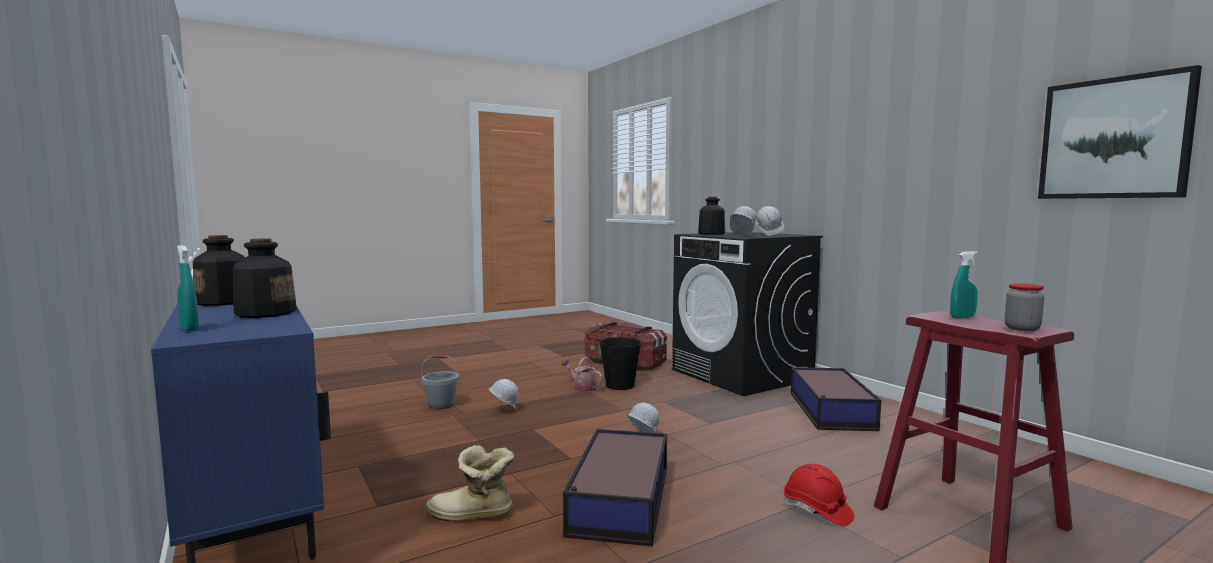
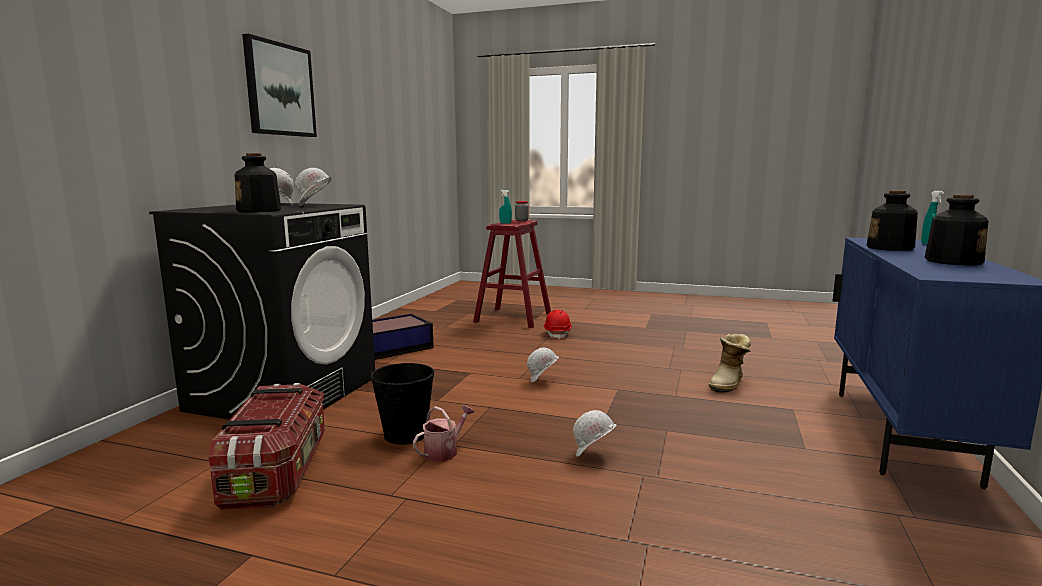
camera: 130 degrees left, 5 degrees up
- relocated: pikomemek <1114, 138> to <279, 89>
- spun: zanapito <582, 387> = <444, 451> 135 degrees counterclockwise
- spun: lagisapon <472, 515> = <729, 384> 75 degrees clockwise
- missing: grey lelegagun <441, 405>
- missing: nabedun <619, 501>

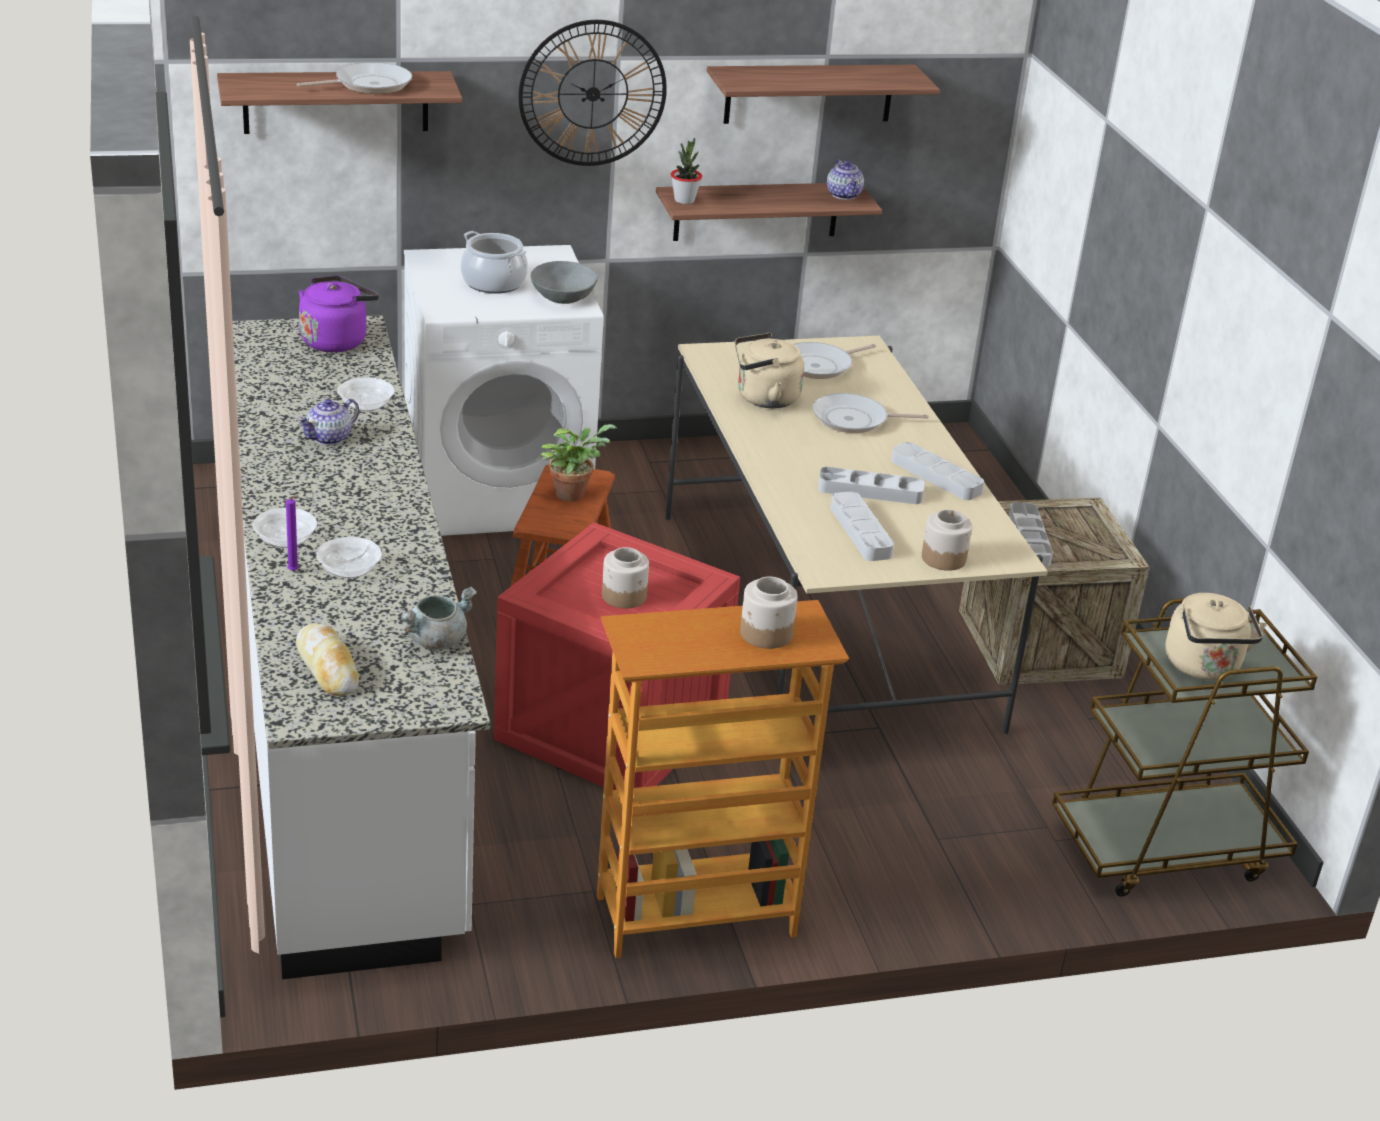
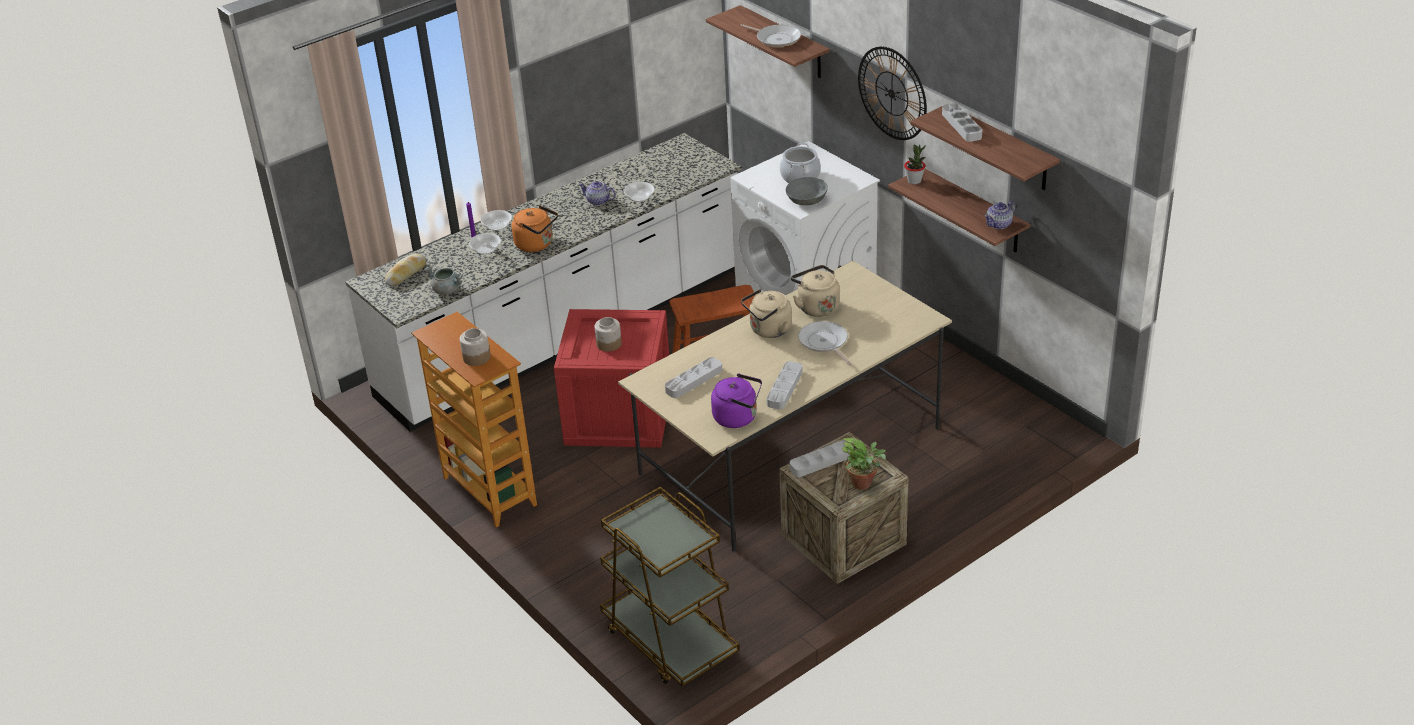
camera: 70 degrees right, 5 degrees up
- appeared: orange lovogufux <536, 244>
- relocated: purple lovogufux <336, 340> to <738, 417>
- relocated: beige lovogufux <1204, 667> to <768, 330>
- relocated: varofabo <573, 493> to <864, 483>
- relocated: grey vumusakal <870, 491> to <961, 125>
- missing: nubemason <820, 365>
- missing: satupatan <943, 558>

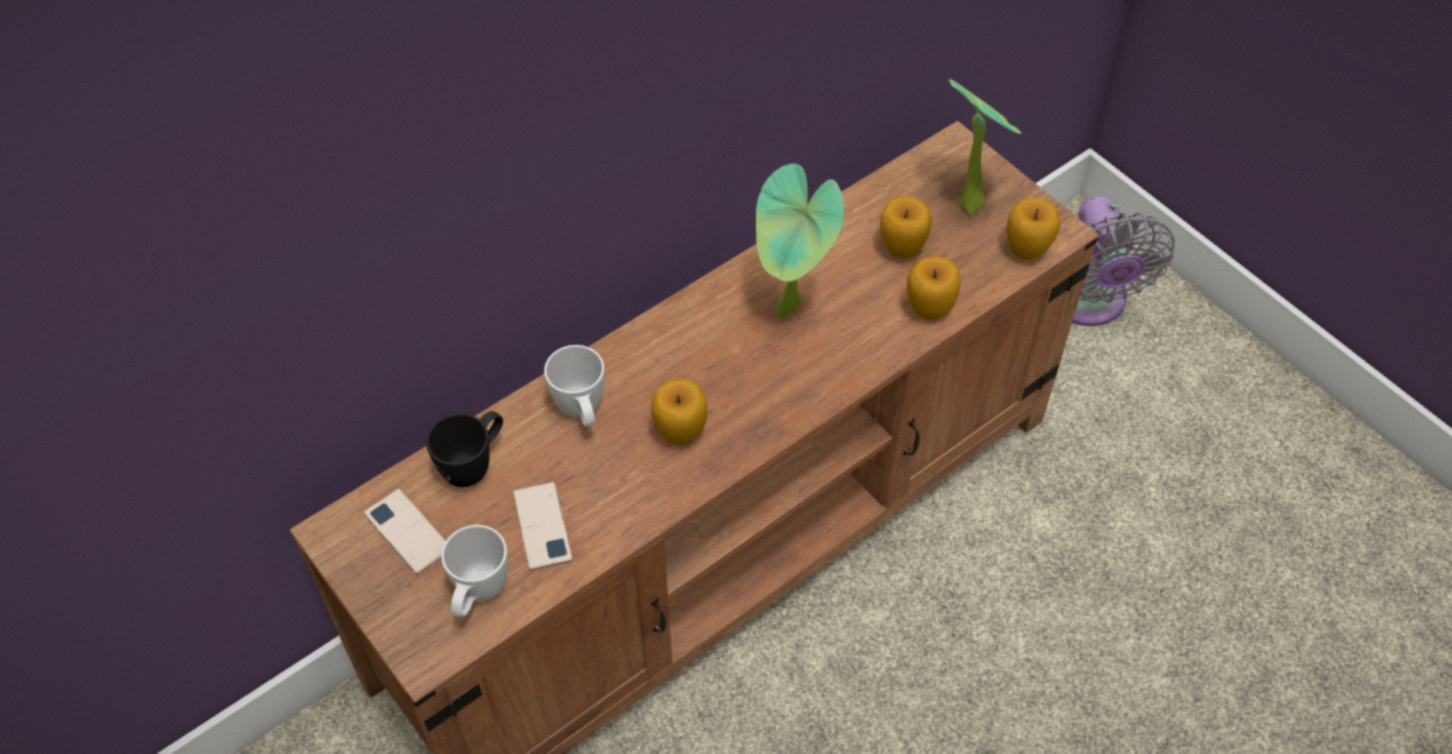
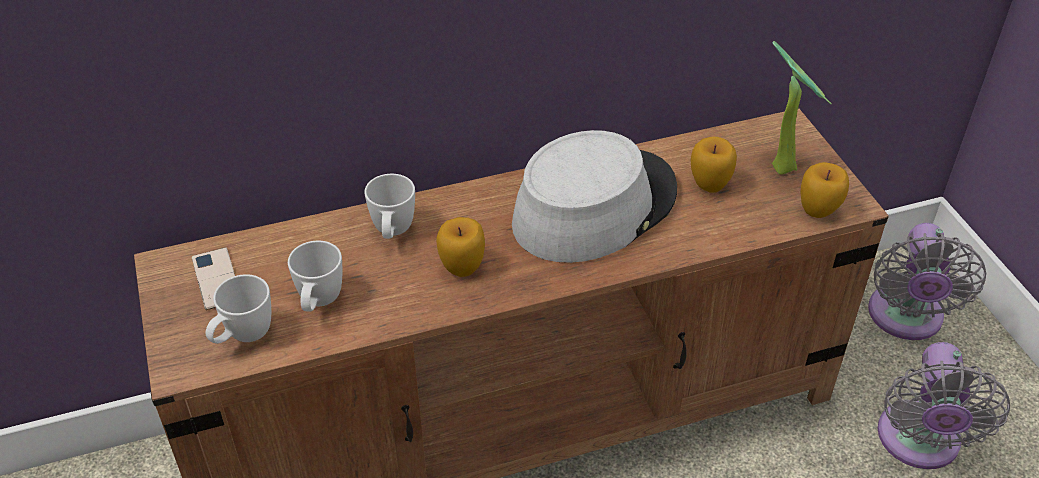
camera: 20 degrees right, 10 degrees down
- exchanged: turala <542, 526> to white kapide <319, 303>
- exchanged: varofabo <790, 312> to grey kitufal <594, 206>
- appeared: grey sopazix <918, 443>
- missing: black kapide <474, 464>
- missing: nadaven <929, 308>

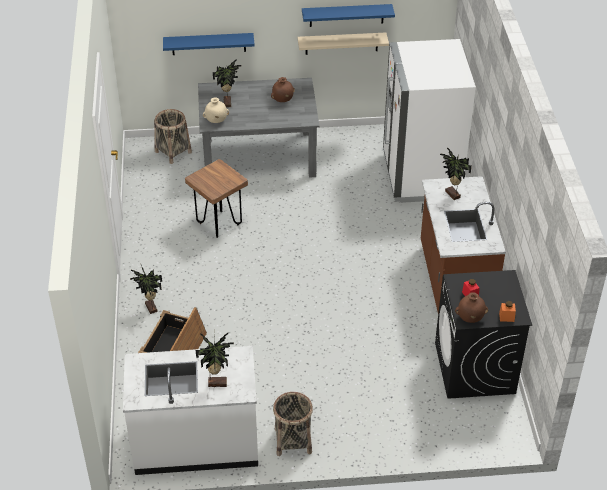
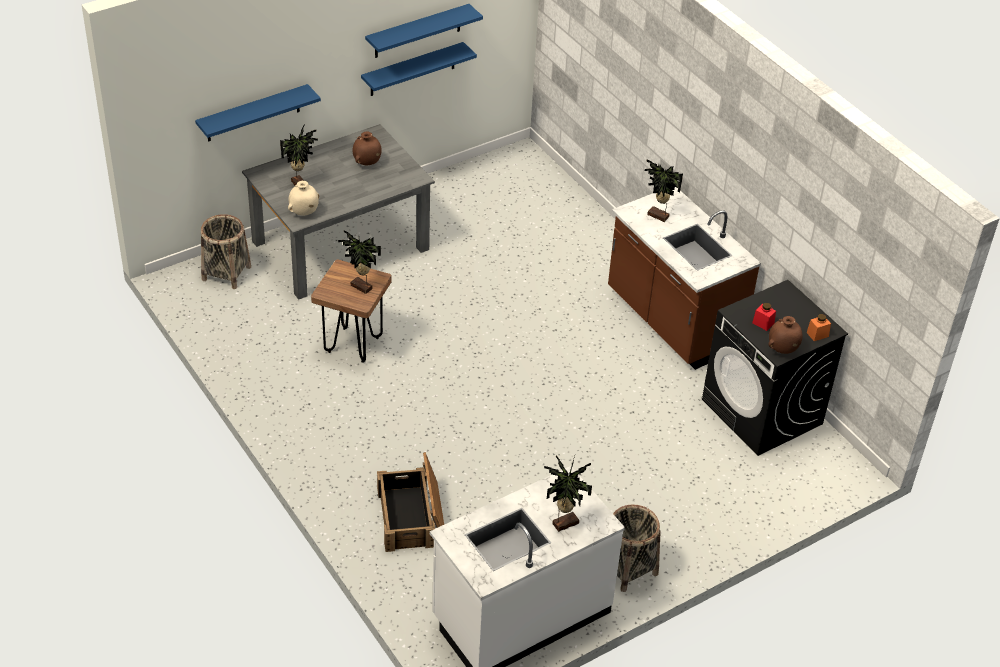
camera: 30 degrees left, 0 degrees up
- relocated: varofabo <150, 308> to <361, 288>
- colour: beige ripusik <341, 43> to blue ripusik <412, 69>
- missing: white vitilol <421, 176>

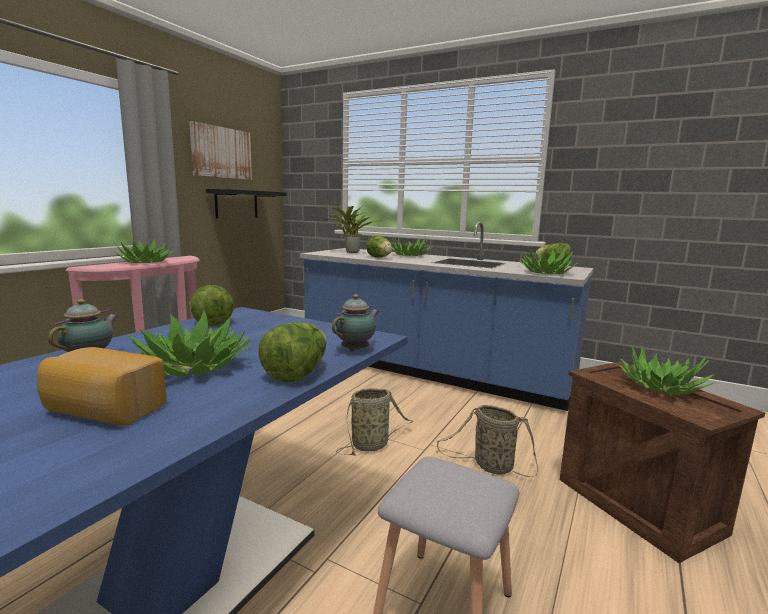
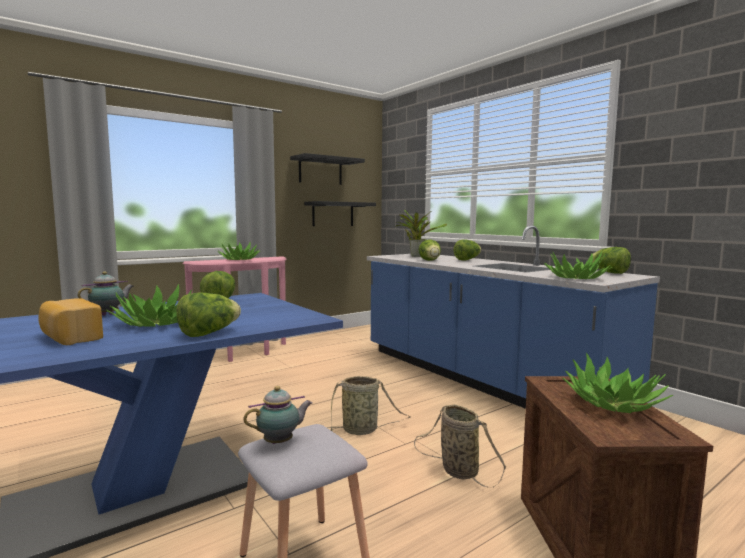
camera: 25 degrees right, 5 degrees down
- relocated: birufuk <356, 350> to <280, 442>
- exchanged: pikomemek <221, 152> to black ripusik <320, 171>
- exchanged: varofabo <409, 255> to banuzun <467, 260>

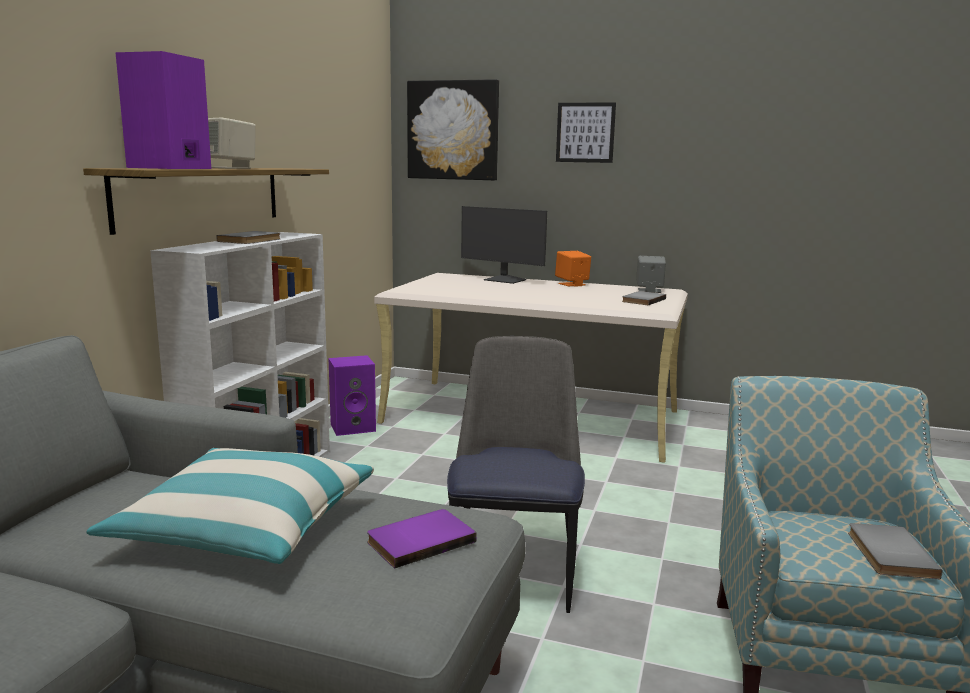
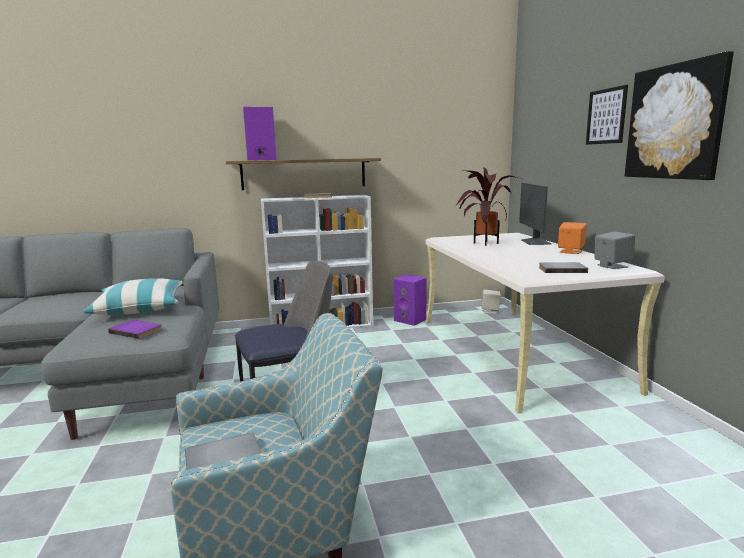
camera: 60 degrees right, 0 degrees up
- appeared: varofabo <483, 243>
- relocated: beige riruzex <231, 168> to <490, 311>
- relocated: pikomemek <453, 130> to <675, 122>

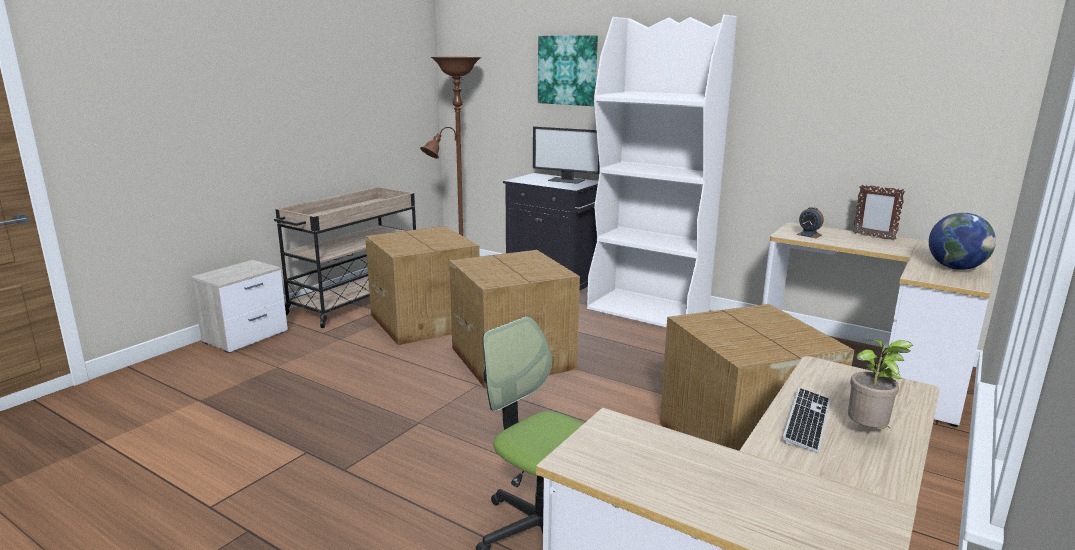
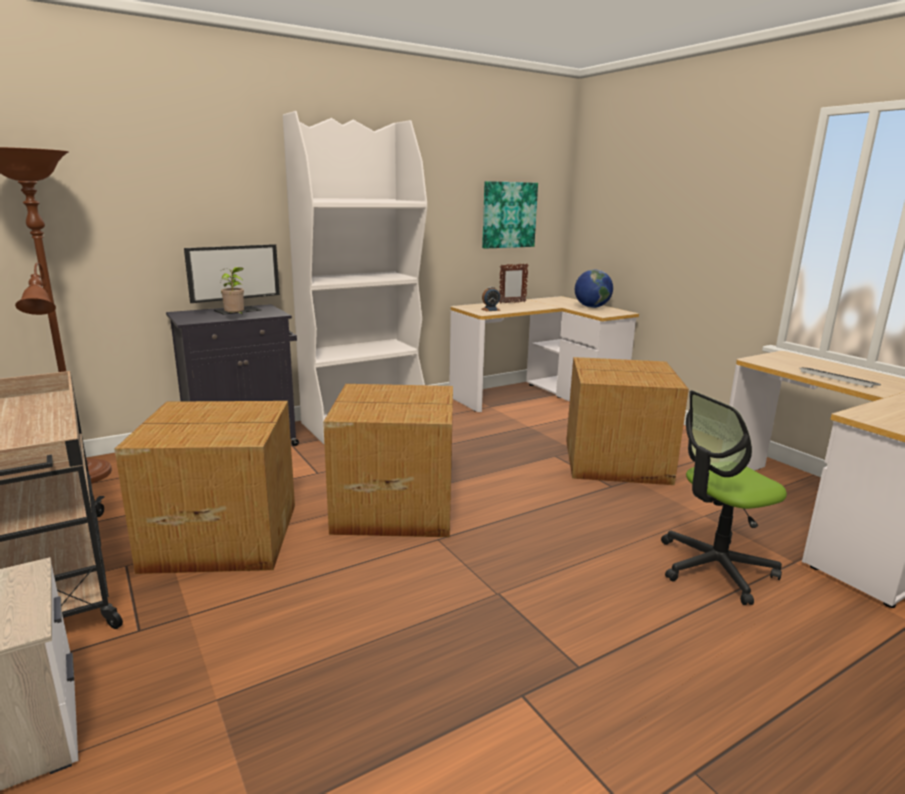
camera: 65 degrees left, 0 degrees up
- relocated: varofabo <868, 432> to <236, 318>
- relocated: pikomemek <568, 70> to <508, 215>

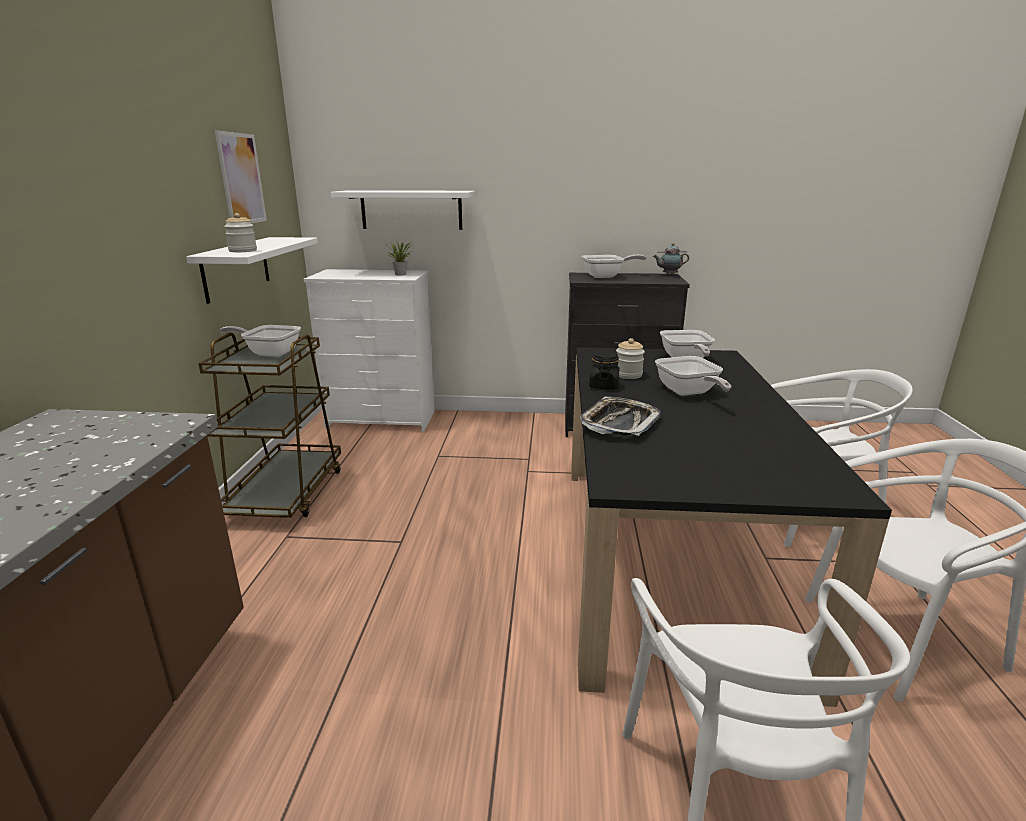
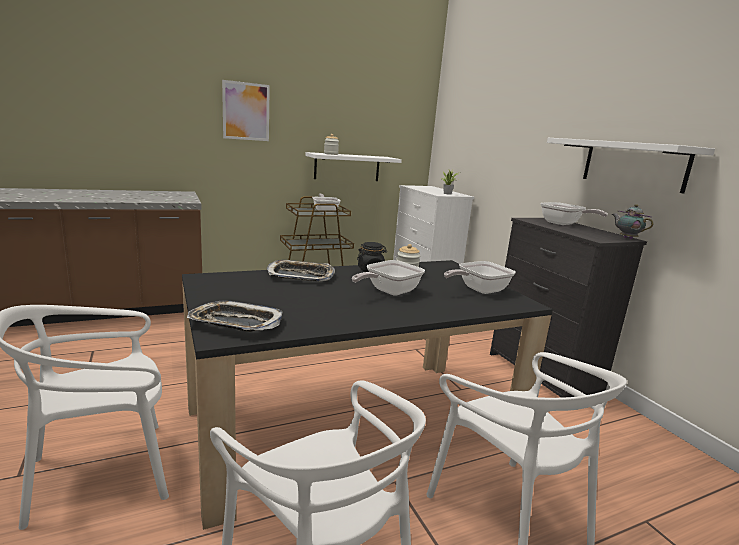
camera: 60 degrees right, 5 degrees down
- appeared: vumusakal <236, 323>
- relocated: pikomemek <241, 179> to <246, 111>
- relocated: white ripusik <411, 210> to <633, 164>

